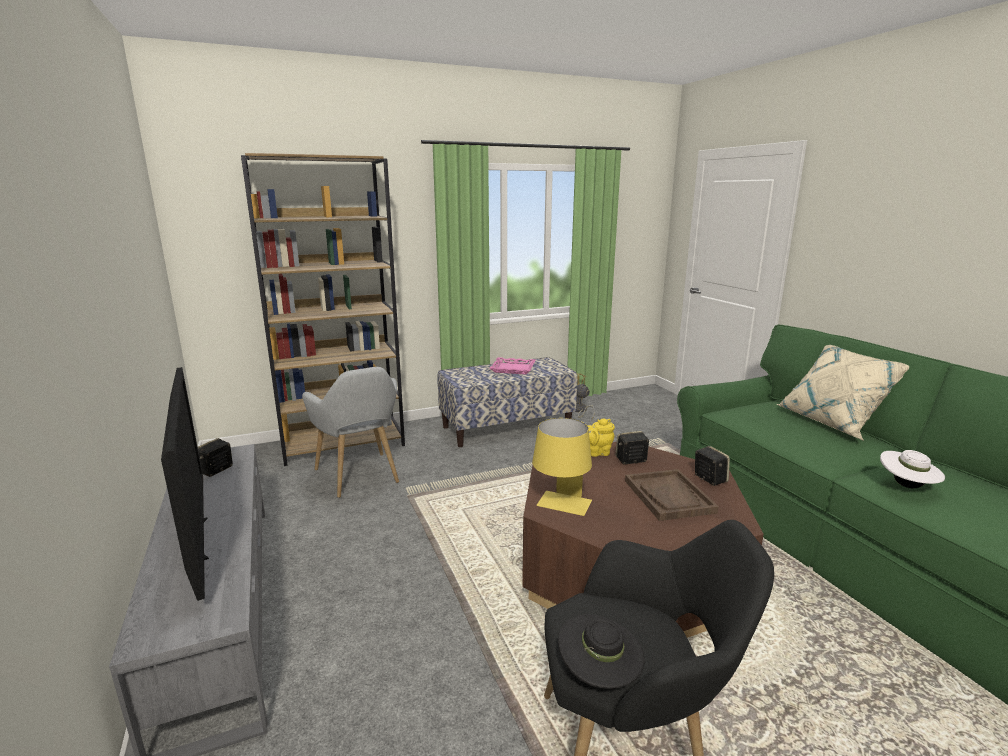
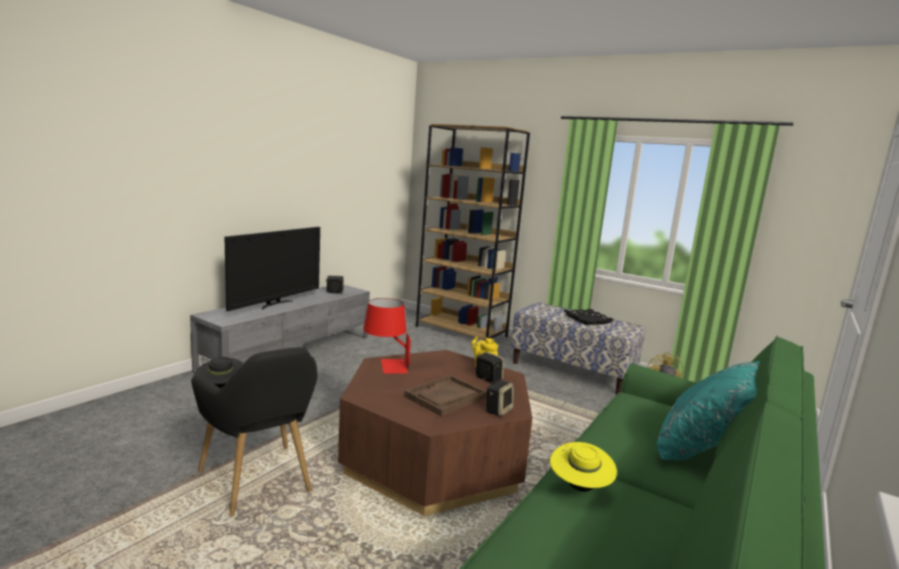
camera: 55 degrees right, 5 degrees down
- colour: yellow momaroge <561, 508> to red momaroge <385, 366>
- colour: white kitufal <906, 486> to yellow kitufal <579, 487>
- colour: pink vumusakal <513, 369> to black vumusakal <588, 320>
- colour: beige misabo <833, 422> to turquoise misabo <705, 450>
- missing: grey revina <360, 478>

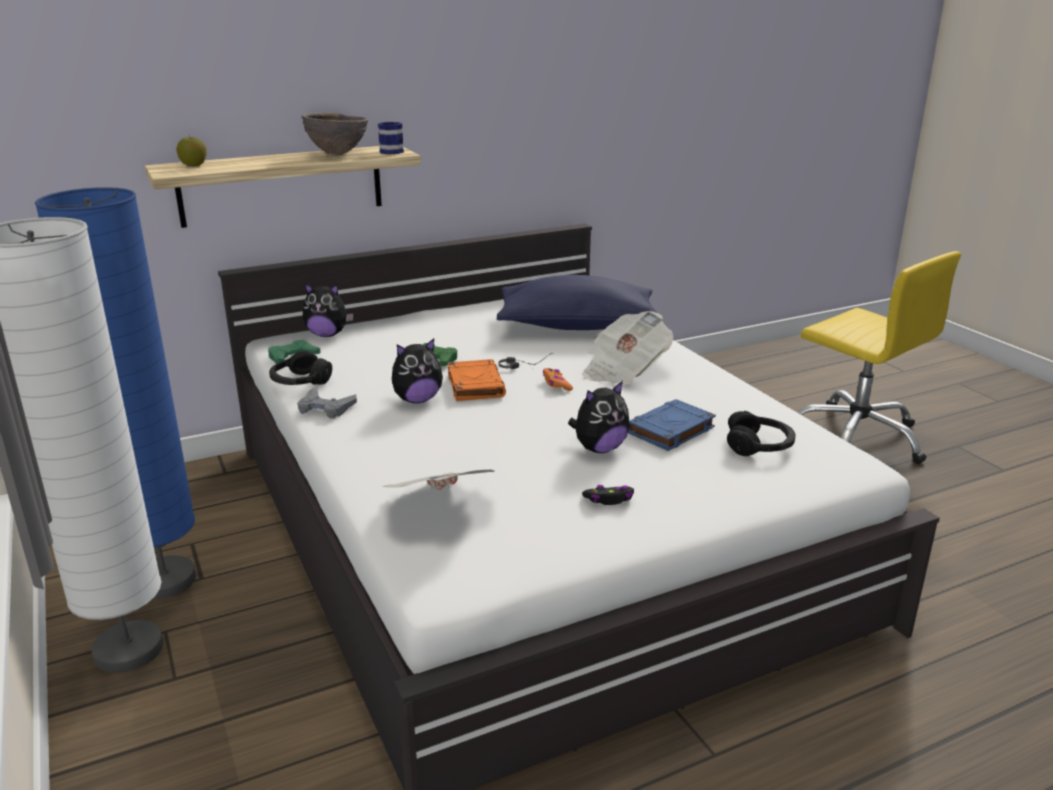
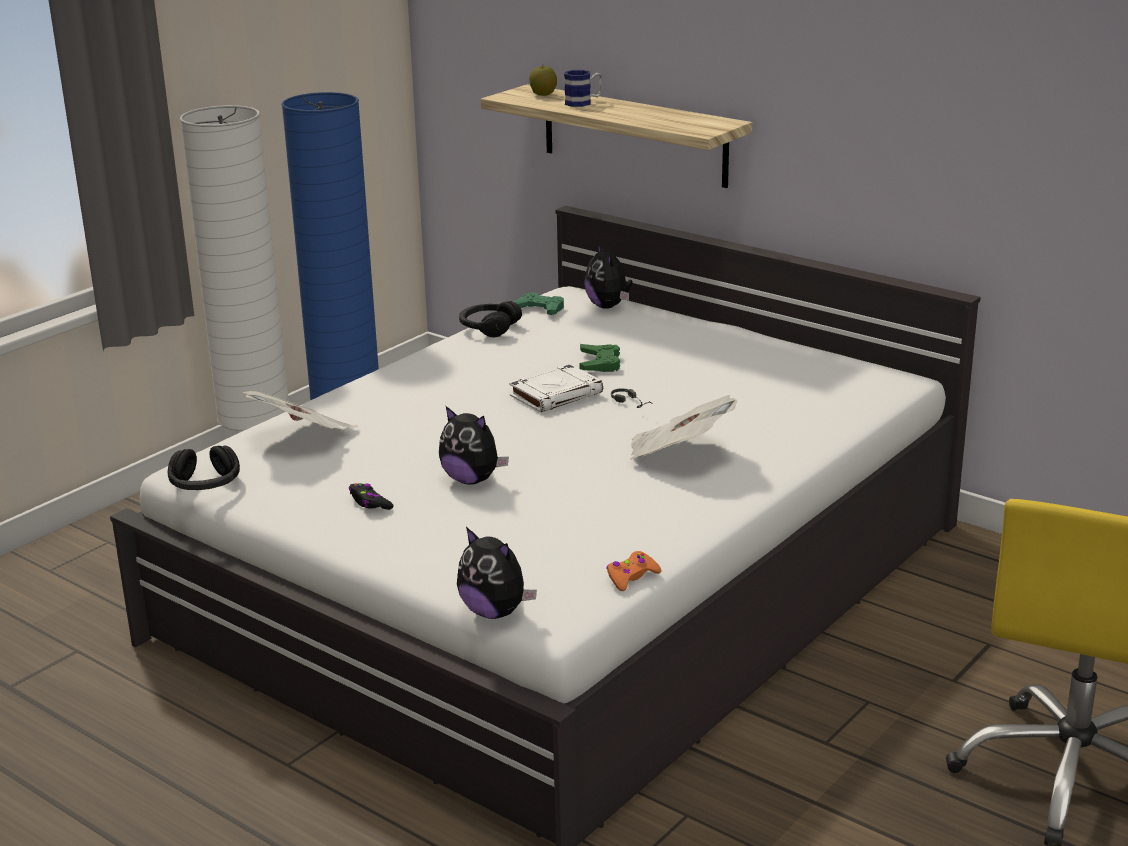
camera: 65 degrees right, 0 degrees up
- relocated: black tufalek <759, 446> to <205, 484>
- relocated: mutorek <417, 400> to <495, 612>
- colour: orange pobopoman <475, 385> to white pobopoman <556, 394>
- relocated: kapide <393, 151> to <583, 102>
- relocated: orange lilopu <556, 384> to <631, 577>
- missing: grey lilopu <325, 408>
- missing: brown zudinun <338, 154>
- missing: blue misabo <577, 326>
- missing: blue pobopoman <670, 430>

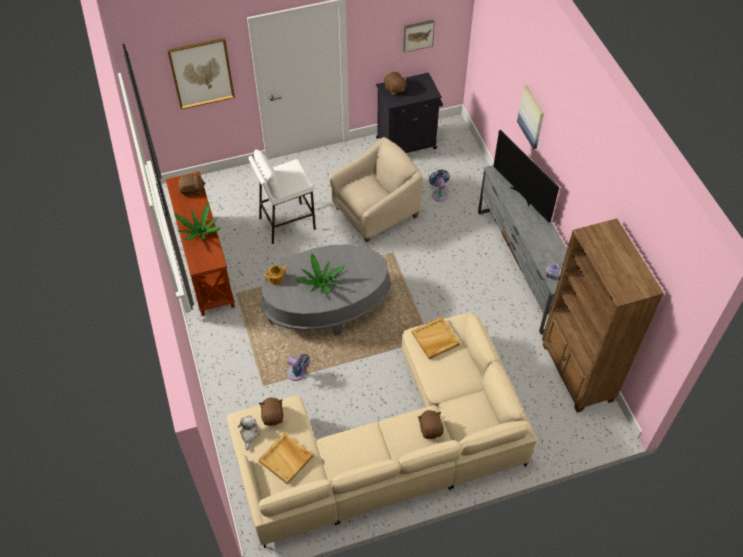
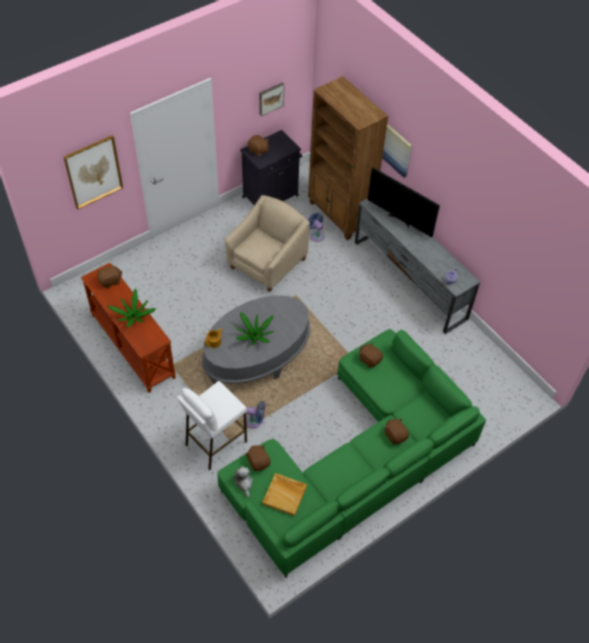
camera: 20 degrees left, 0 degrees up
- relocated: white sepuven <286, 223> to <215, 443>
- colour: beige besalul <388, 445> to green besalul <356, 461>
- relocated: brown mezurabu <576, 373> to <339, 215>
- exchanged: beige vumusakal <435, 339> to brown mutorek <369, 359>

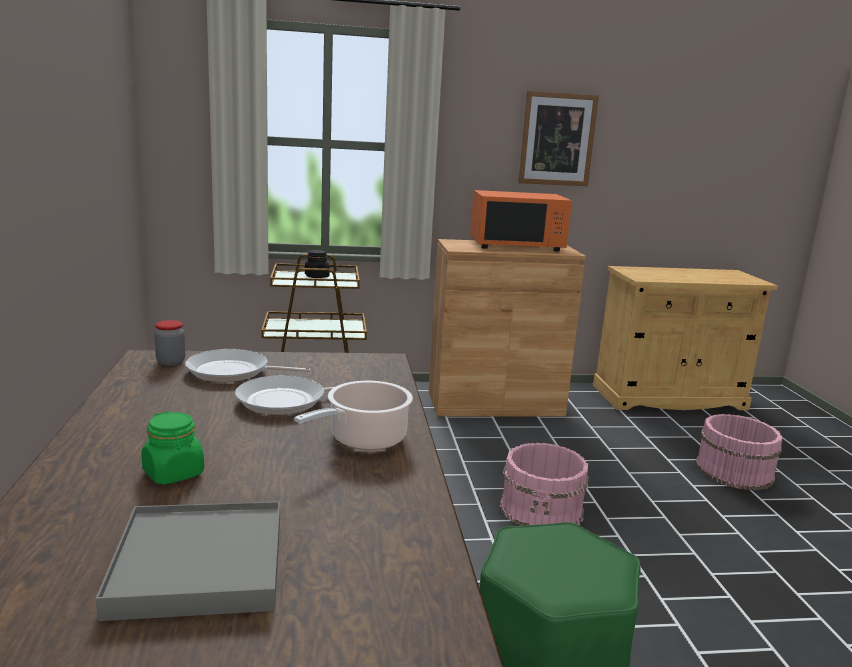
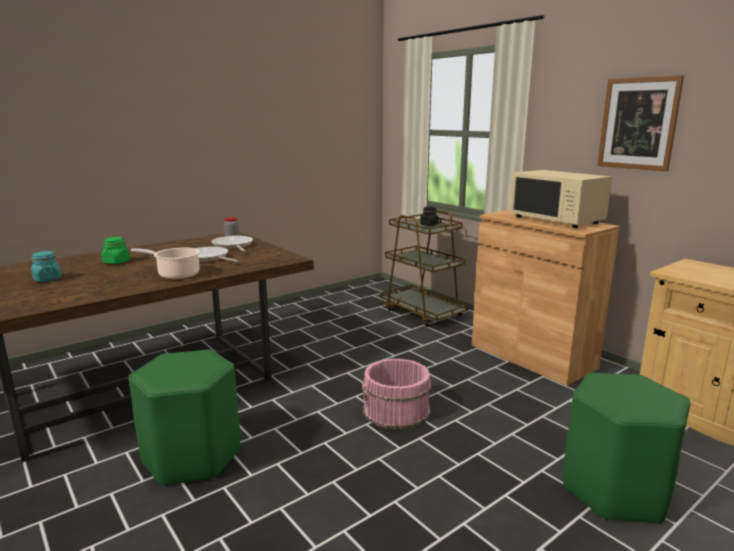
camera: 60 degrees right, 0 degrees up
- exchanged: grey vumusakal <200, 564> to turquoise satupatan <47, 279>
- colour: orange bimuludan <516, 245> to beige bimuludan <556, 220>
- exchanged: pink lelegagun <733, 471> to green sepuven <615, 490>

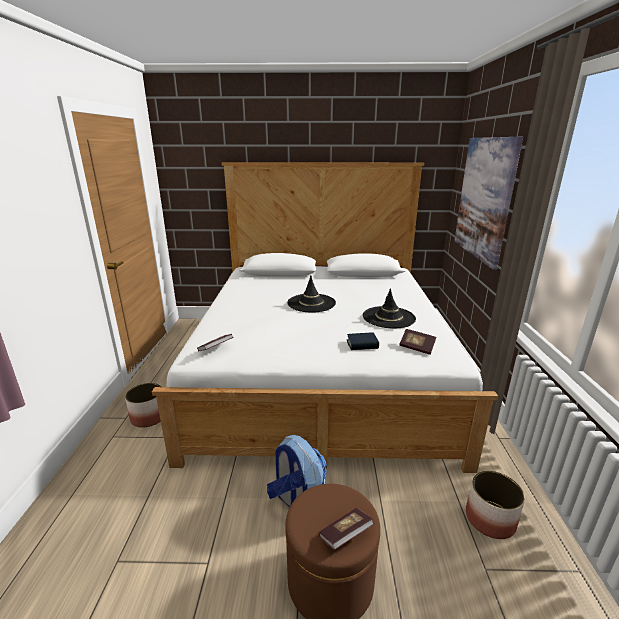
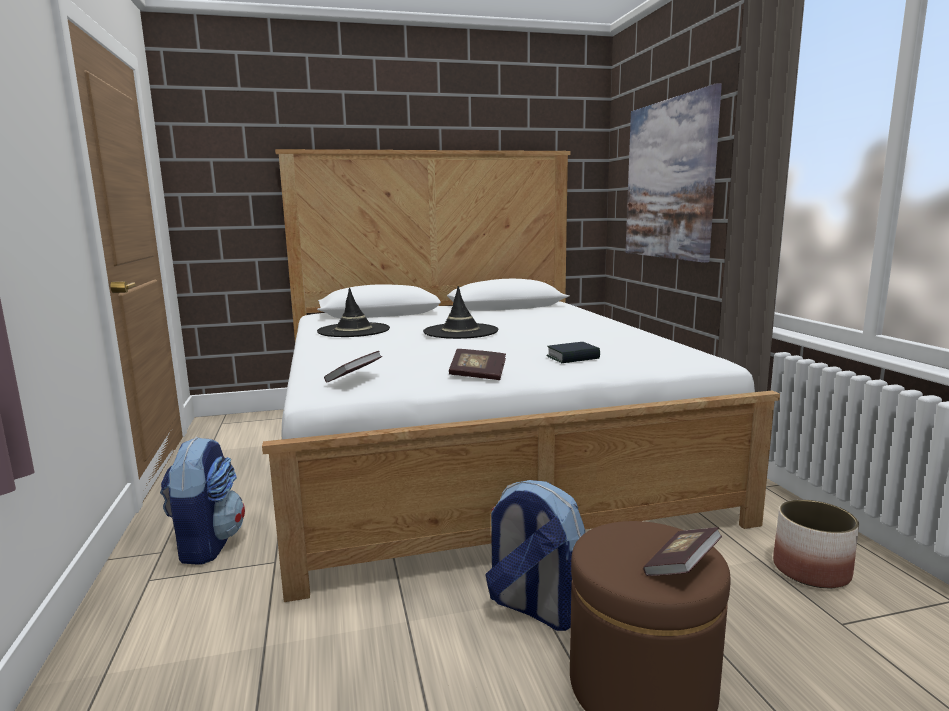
camera: 15 degrees left, 10 degrees down
- exchanged: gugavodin <148, 417> to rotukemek <207, 544>
- relocated: black kitufal <388, 317> to <354, 330>
- relocated: pobopoman <416, 347> to <477, 375>

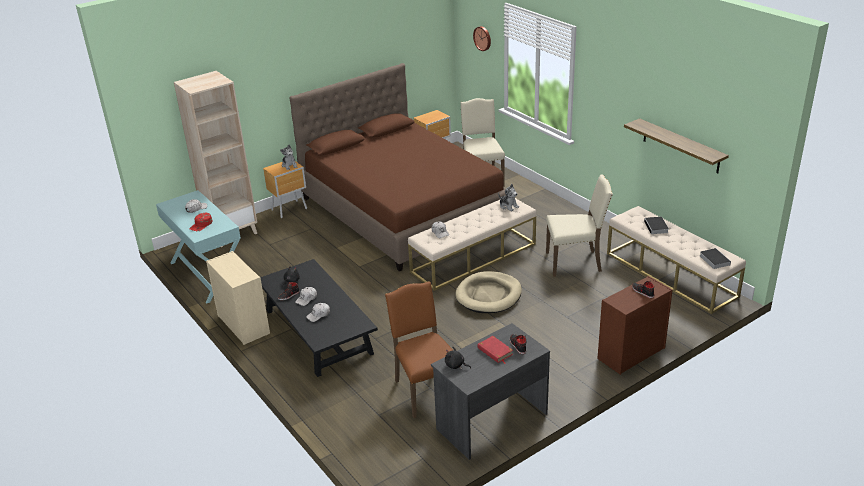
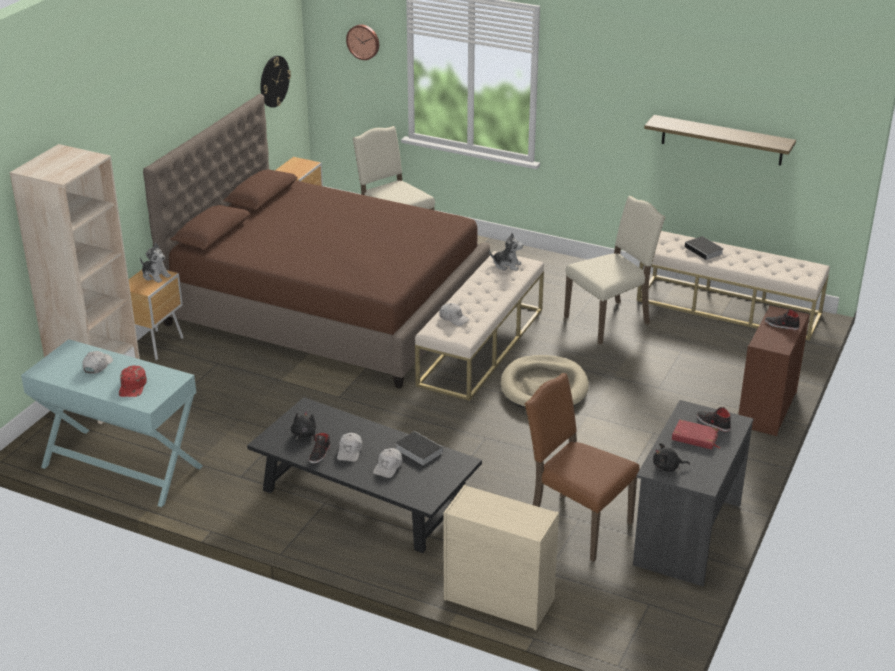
camera: 30 degrees left, 0 degrees up
- appeared: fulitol <274, 81>
- relocated: pobopoman <713, 260> to <417, 450>
- relocated: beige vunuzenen <243, 324> to <497, 599>

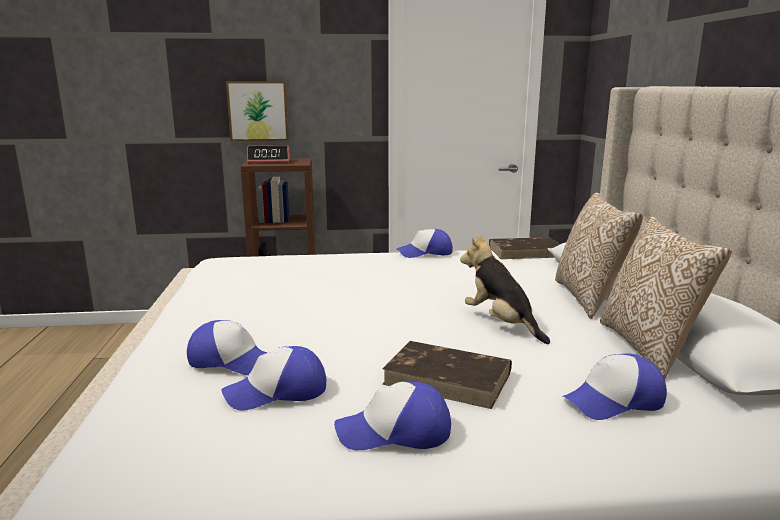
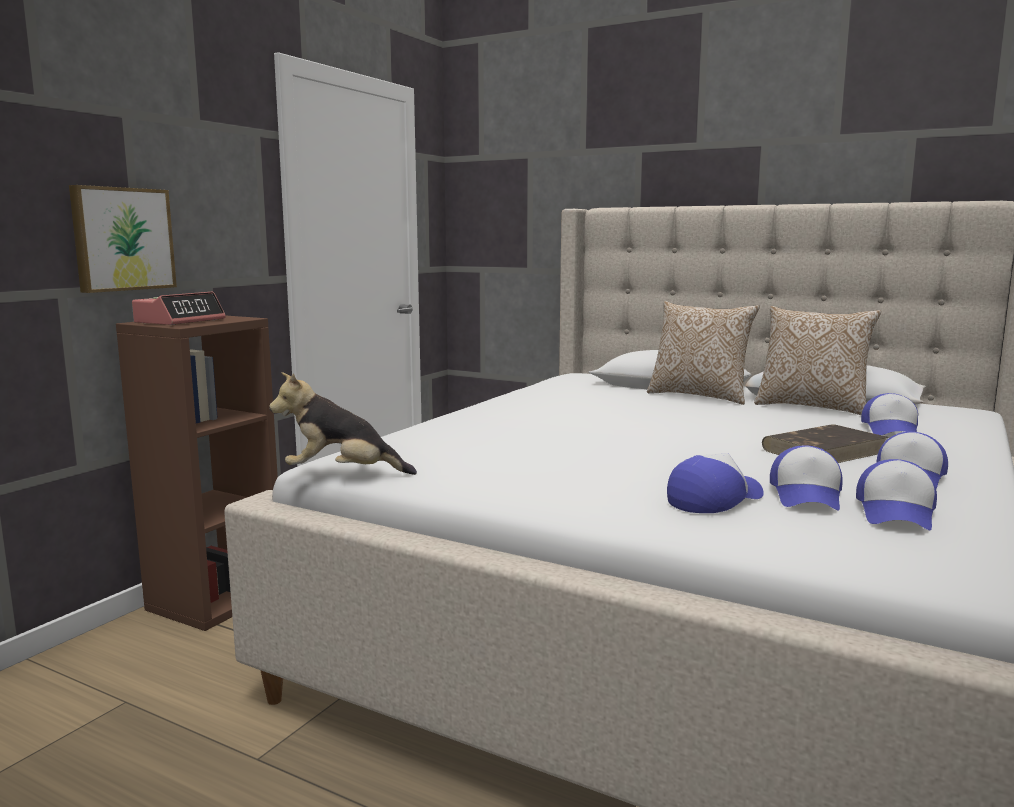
camera: 55 degrees left, 5 degrees down
- relocated: mutorek <501, 323> to <342, 474>
- relocated: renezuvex <425, 253> to <896, 512>
- missing: brown pobopoman <525, 252>

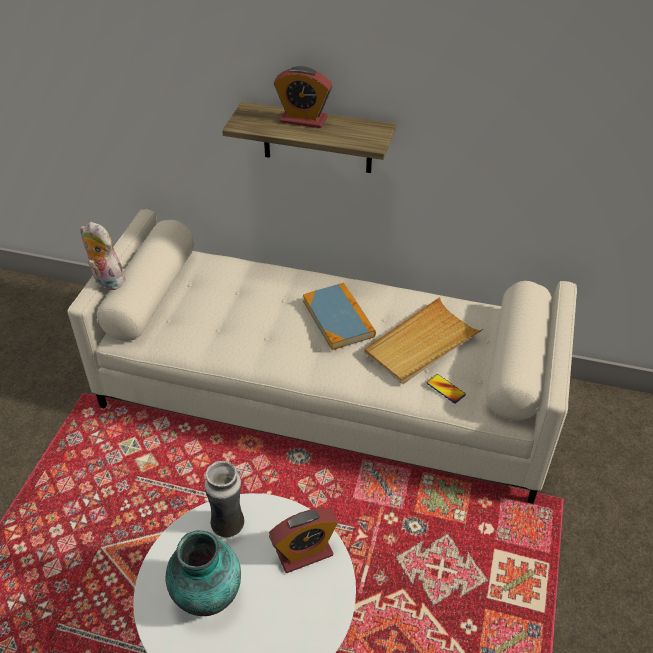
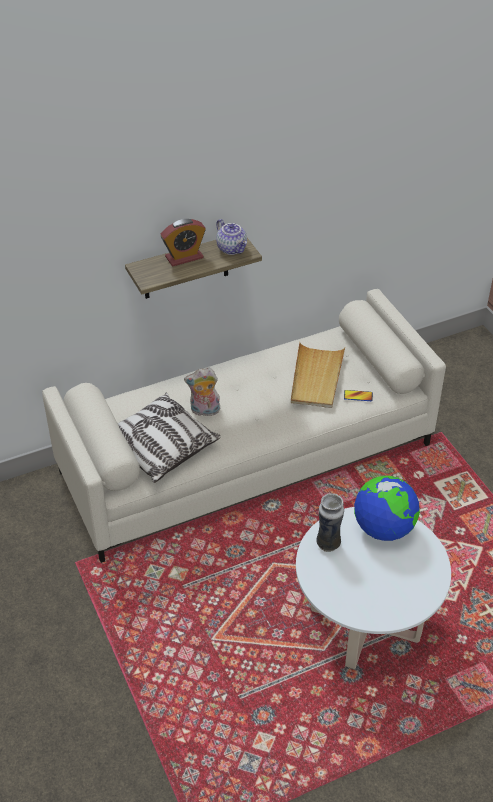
camera: 40 degrees left, 0 degrees up
- appeared: misabo <161, 447>
- relocated: mutorek <106, 281> to <204, 411>
- appeared: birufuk <232, 248>
- exchanged: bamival <304, 553> to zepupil <383, 528>
- missing: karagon <208, 599>
- missing: pobopoman <338, 318>

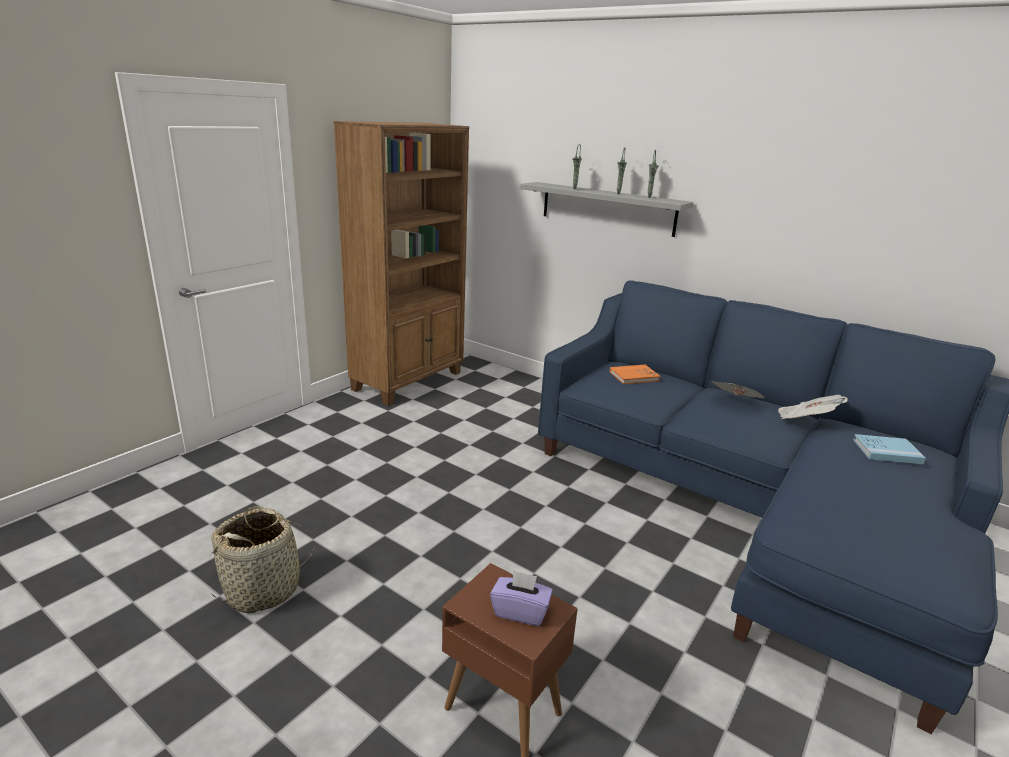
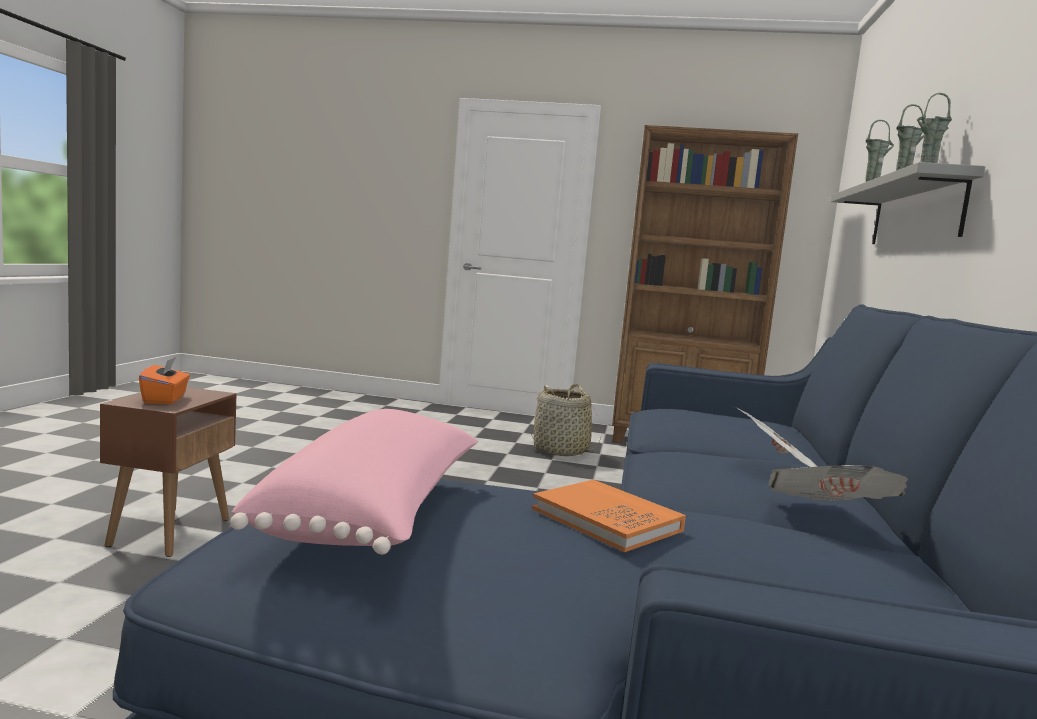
camera: 65 degrees right, 15 degrees down
- colour: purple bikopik <520, 611> to orange bikopik <165, 399>
- appeared: pink misabo <379, 513>
- relocated: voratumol <264, 589> to <561, 450>
- relocated: orange pobopoman <634, 376> to <606, 520>
- missing: blue pobopoman <887, 451>

